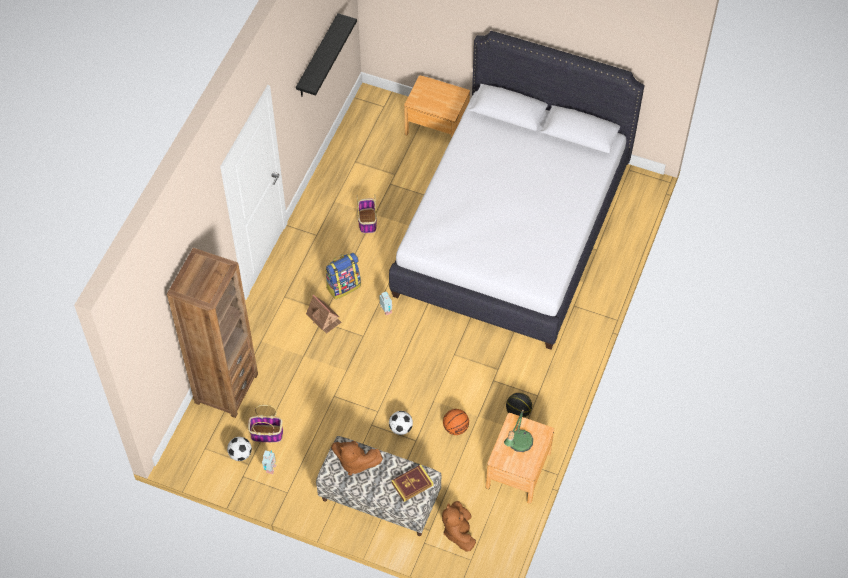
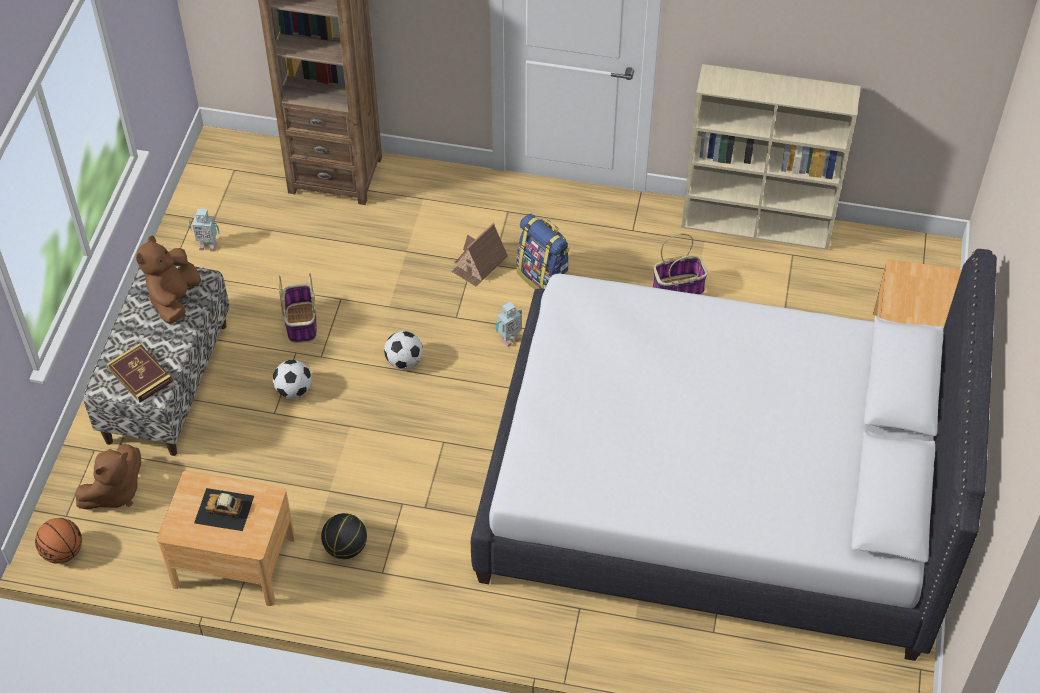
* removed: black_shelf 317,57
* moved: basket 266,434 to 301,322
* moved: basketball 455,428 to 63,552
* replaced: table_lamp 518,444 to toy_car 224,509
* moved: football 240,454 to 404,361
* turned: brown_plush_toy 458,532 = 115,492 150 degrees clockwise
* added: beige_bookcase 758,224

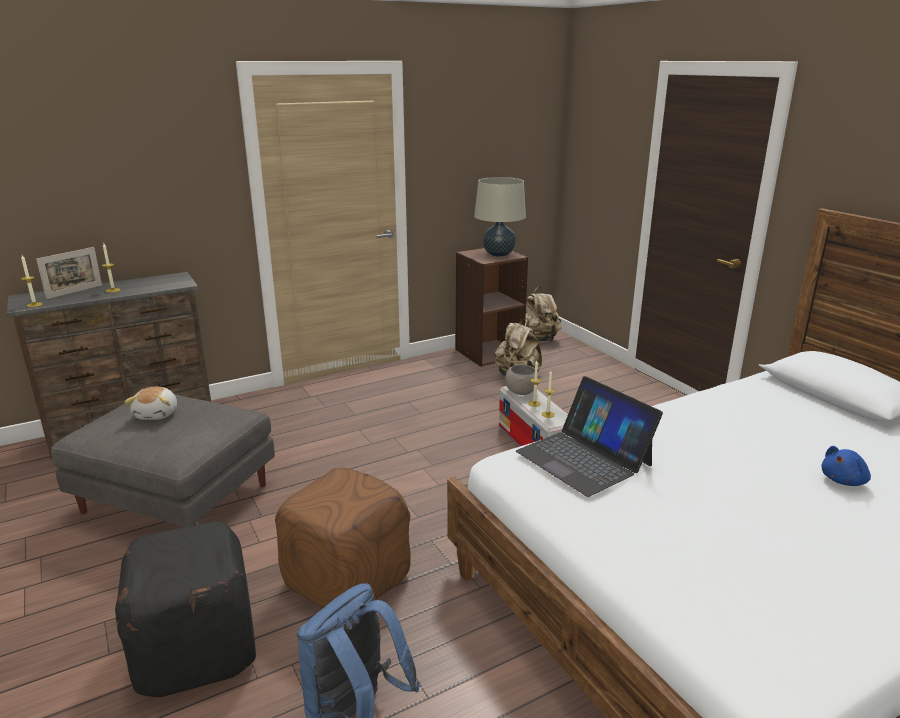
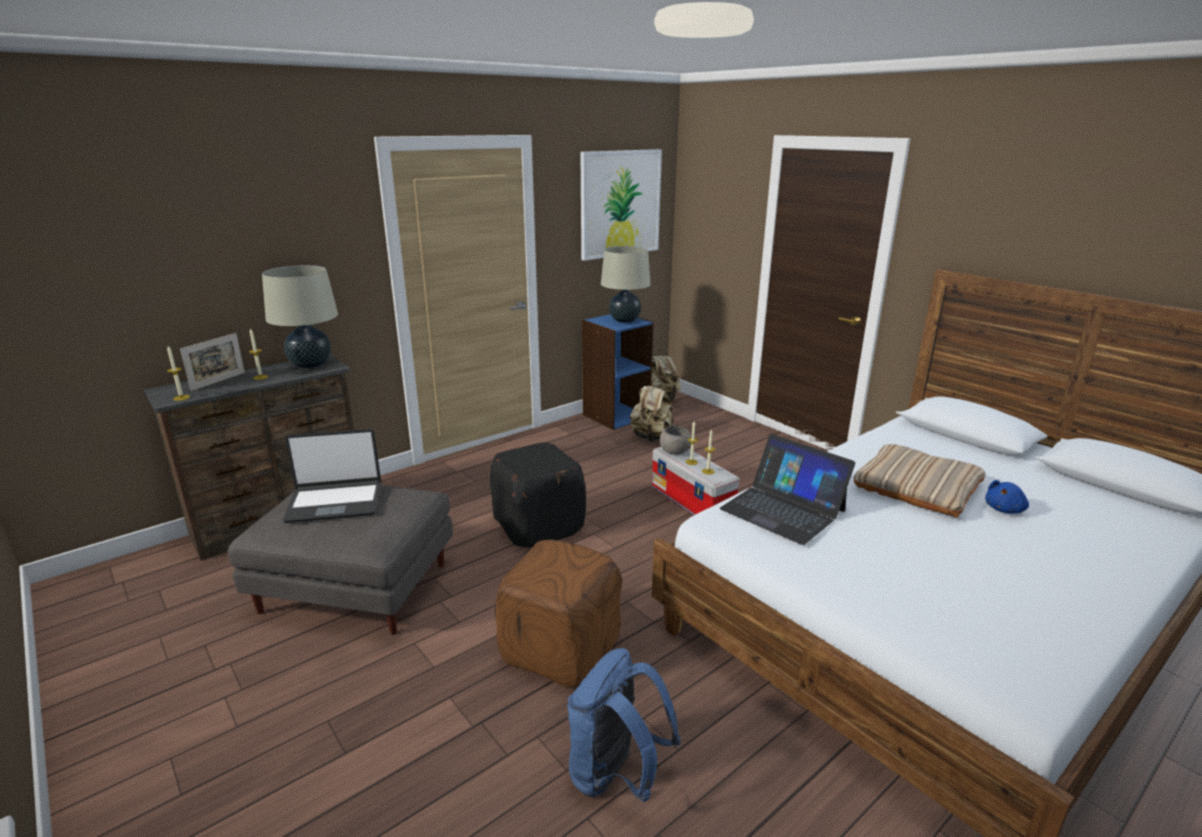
* recoloured: brown_bookcase 488,352 to blue_bookcase 615,415
* replaced: plush_toy 157,414 to laptop 335,502
* moved: black_ottoman 198,647 to 538,525
* added: picture 620,203
* added: beige_table_lamp 311,365
* added: beige_pillow 917,487

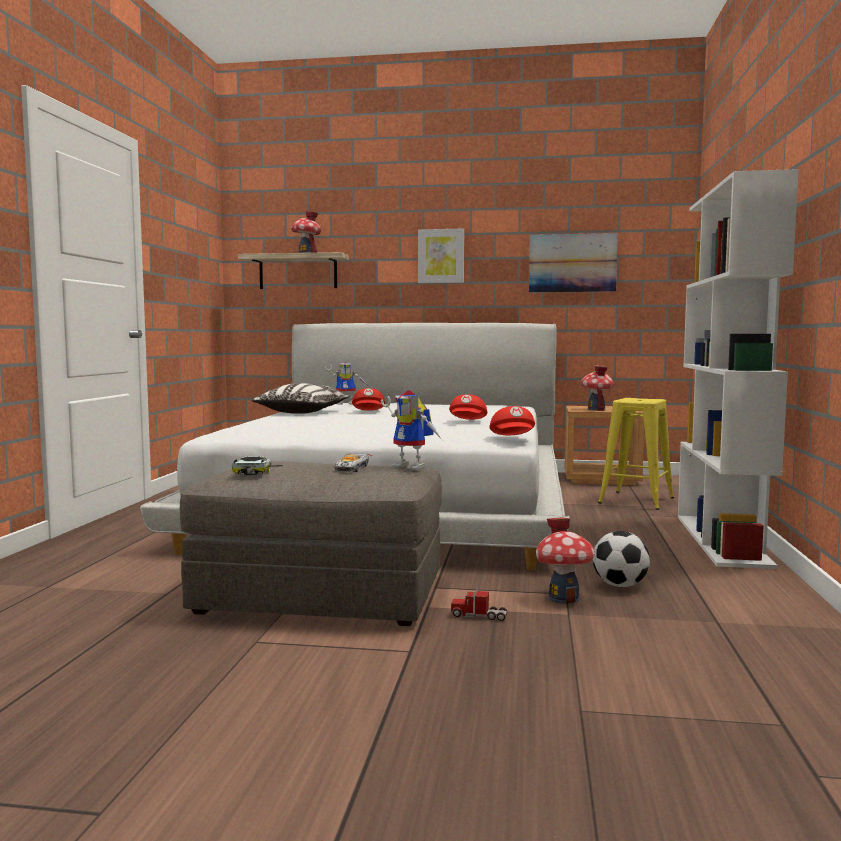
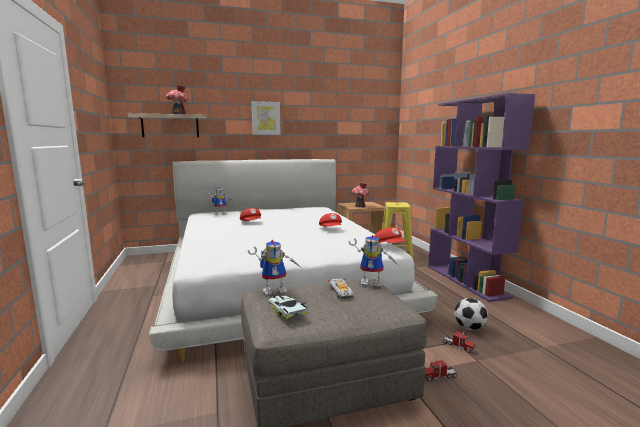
* recoloured: white_bookcase 722,540 to purple_bookcase 466,281
* removed: picture 572,263
* removed: pillow 302,412
* replaced: toy_house 564,598 to toy_truck 458,346
* added: toy_robot 276,290

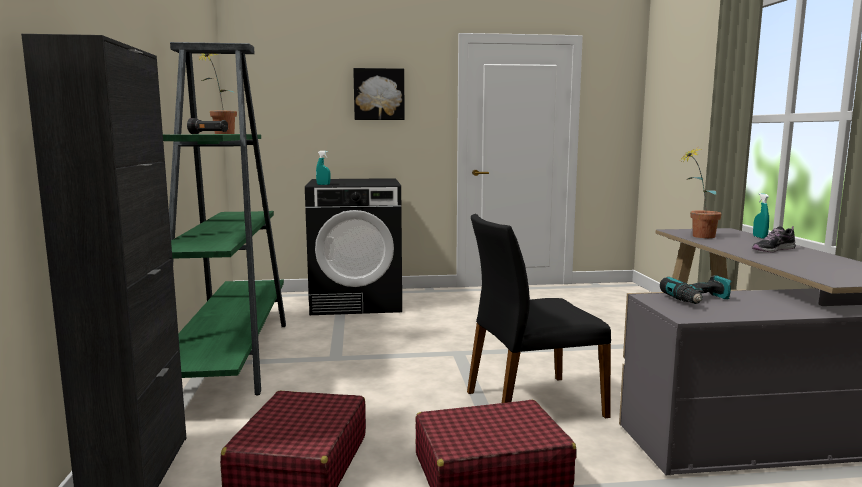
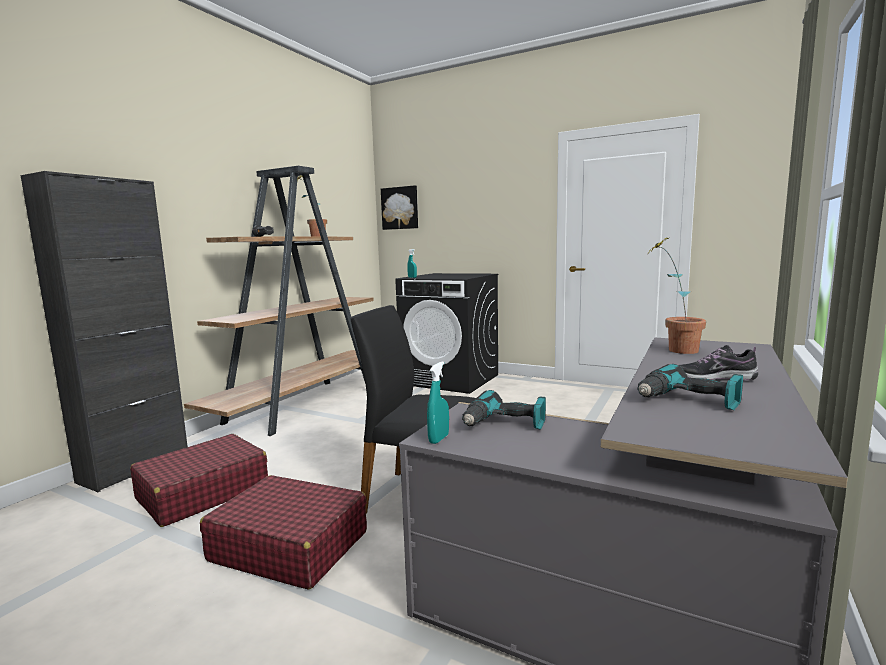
* recoloured: green_bookcase 232,355 to brown_bookcase 305,404
* moved: picture 379,94 to 400,208
* moved: turquoise_spray_bottle 759,237 to 438,439
* added: power_drill 688,401

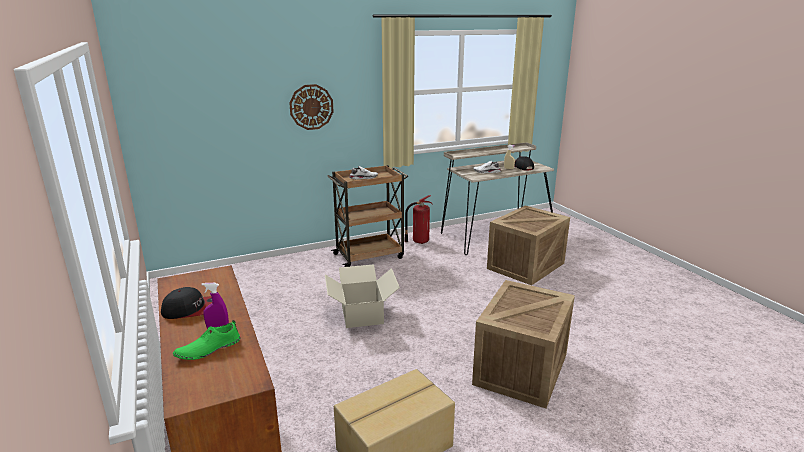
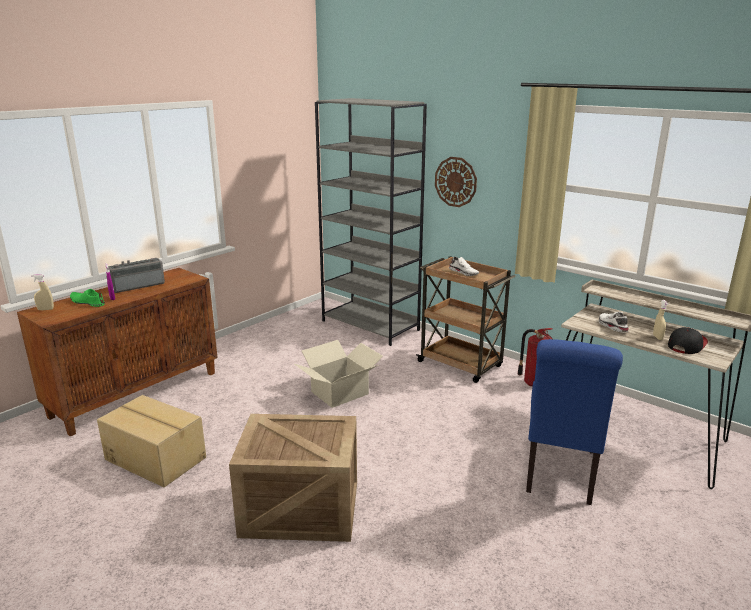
* replaced: crate 526,266 to blue_chair 560,474
* replaced: cap 191,309 to radio 137,286
* added: grey_bookcase 371,325
* added: beige_spray_bottle 45,309

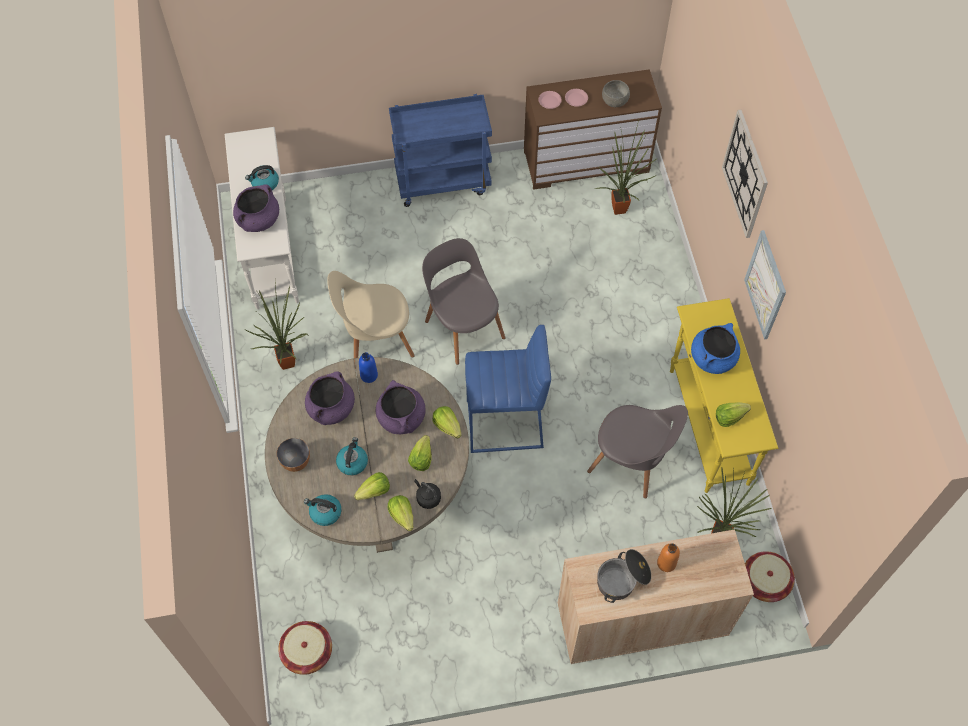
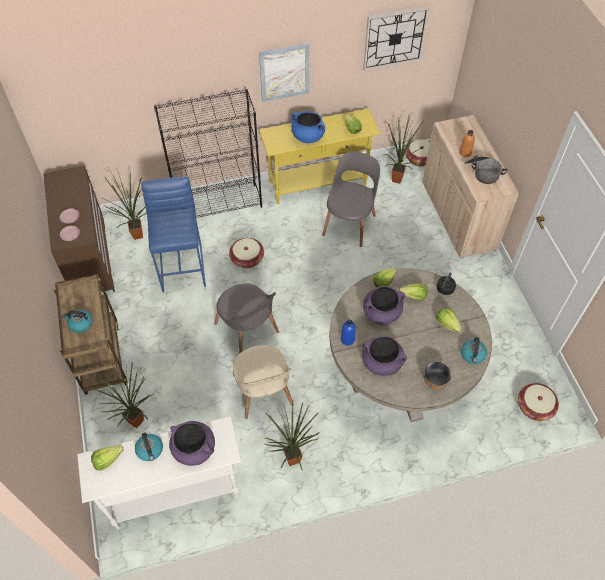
* removed: grey_bowl 614,101
* recoloured: blue_cart 443,181 to brown_cart 101,357
* moved: wall_clock 745,174 to 394,38
* turned: grey_chair 463,326 = 248,330 90 degrees counterclockwise
* moved: blue_stool 505,424 to 183,267
* moved: kettle 352,462 to 80,324
* moved: lettuce 402,515 to 107,460
* added: black_bookcase 219,203
* added: basket 247,258
* added: potted_plant 138,423

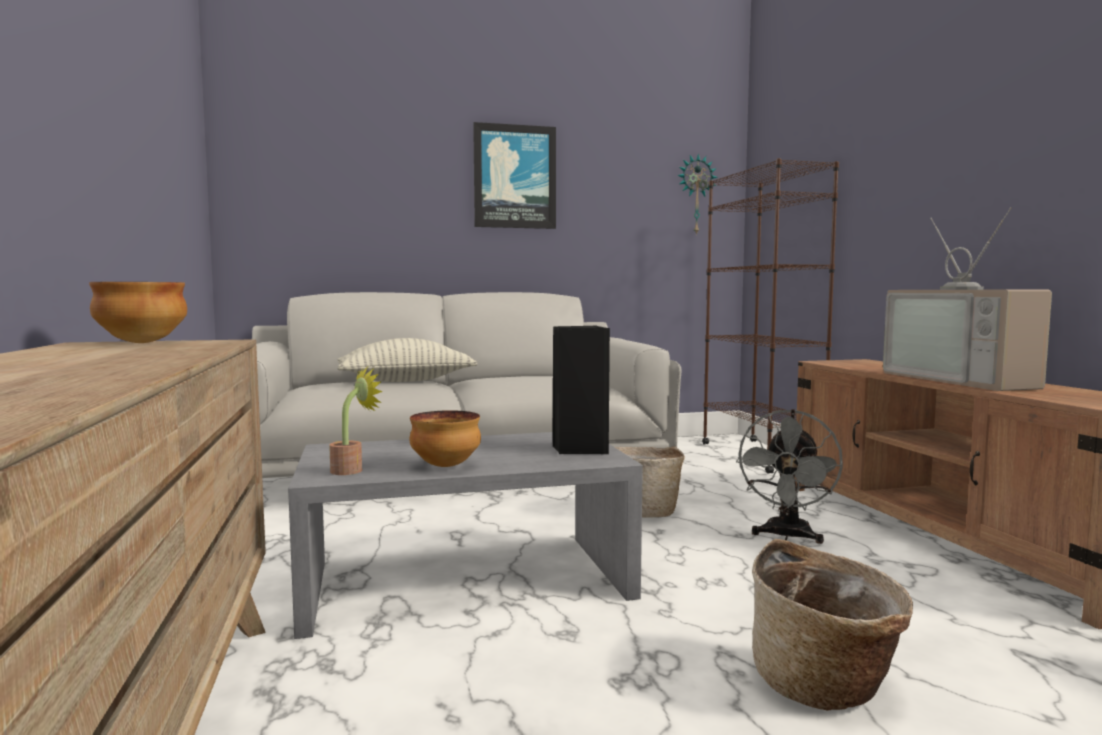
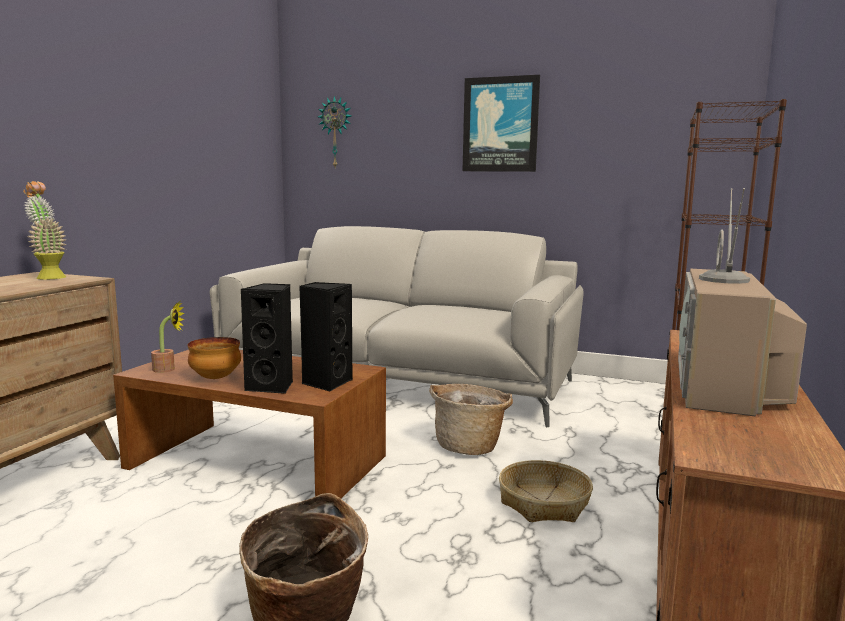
* moved: wall_clock 695,195 to 336,132
* replaced: bowl 141,343 to potted_plant 48,277
* removed: pillow 406,381
* replaced: grey_fan 787,536 to basket 544,503
* recoloured: grey_coffee_table 465,579 to brown_coffee_table 258,461
* added: black_speaker 272,386

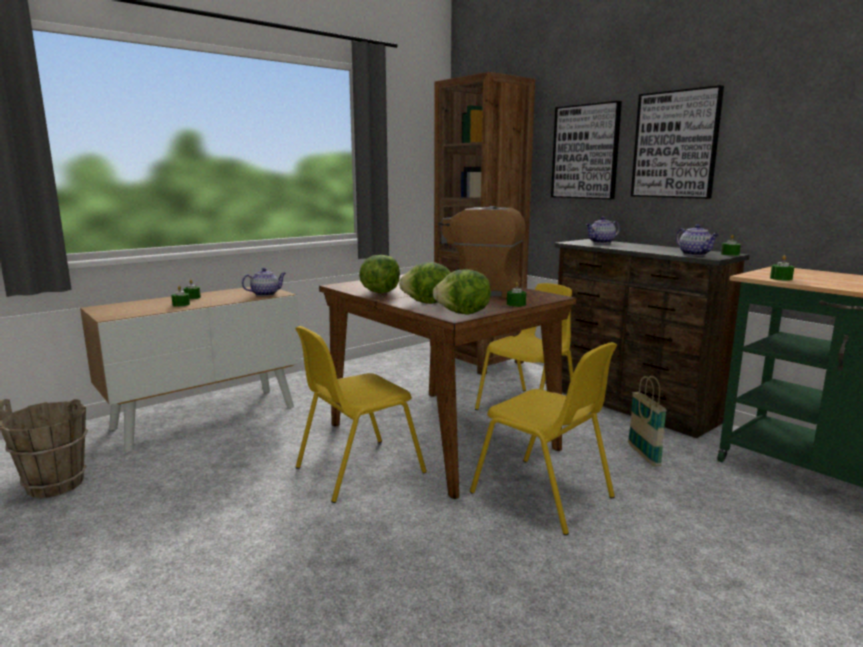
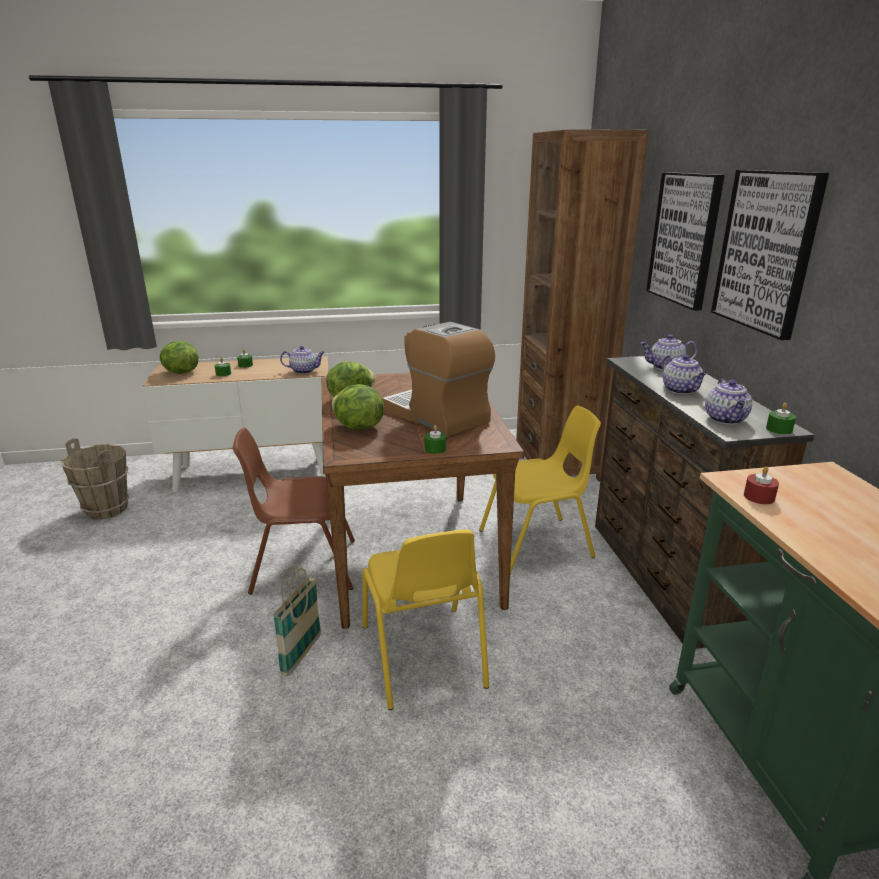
* recoloured: green_candle 781,278 to red_candle 759,497
* moved: lettuce 463,314 to 180,373
* recoloured: yellow_chair 357,470 to brown_chair 302,566
* moved: basket 643,455 to 301,654
* added: teapot 681,390

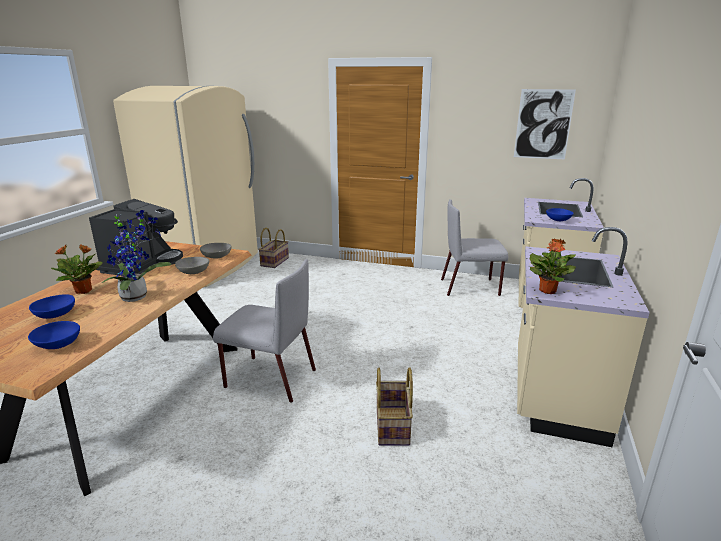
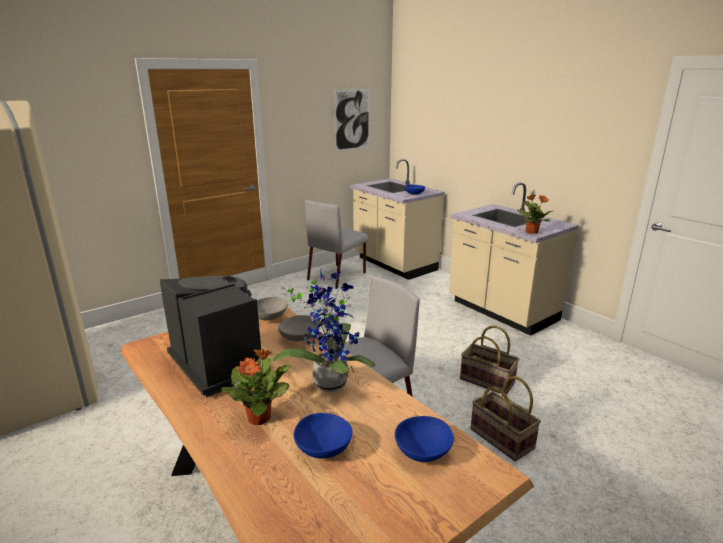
* moved: basket 274,262 to 500,439

